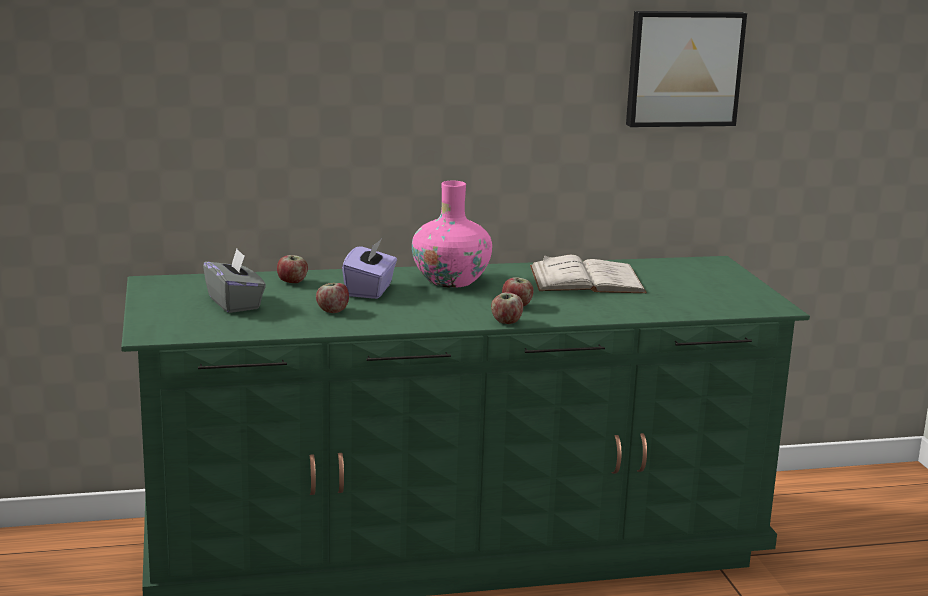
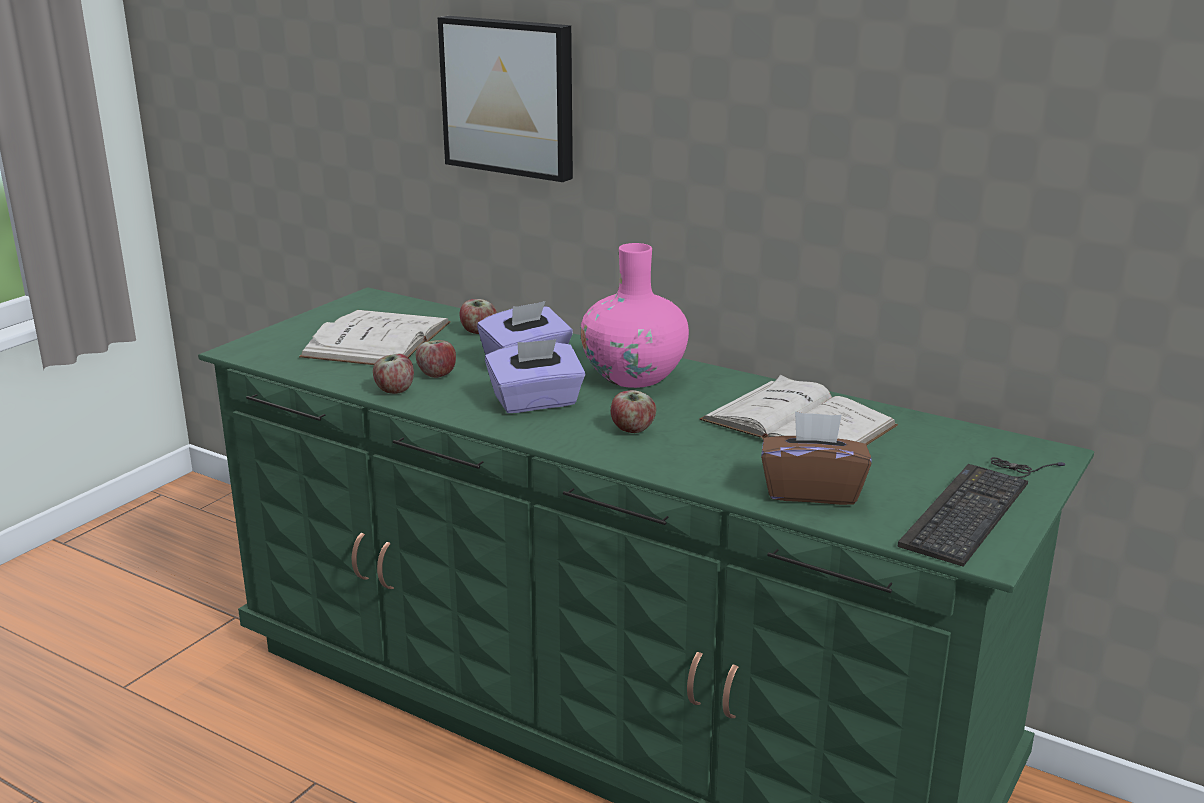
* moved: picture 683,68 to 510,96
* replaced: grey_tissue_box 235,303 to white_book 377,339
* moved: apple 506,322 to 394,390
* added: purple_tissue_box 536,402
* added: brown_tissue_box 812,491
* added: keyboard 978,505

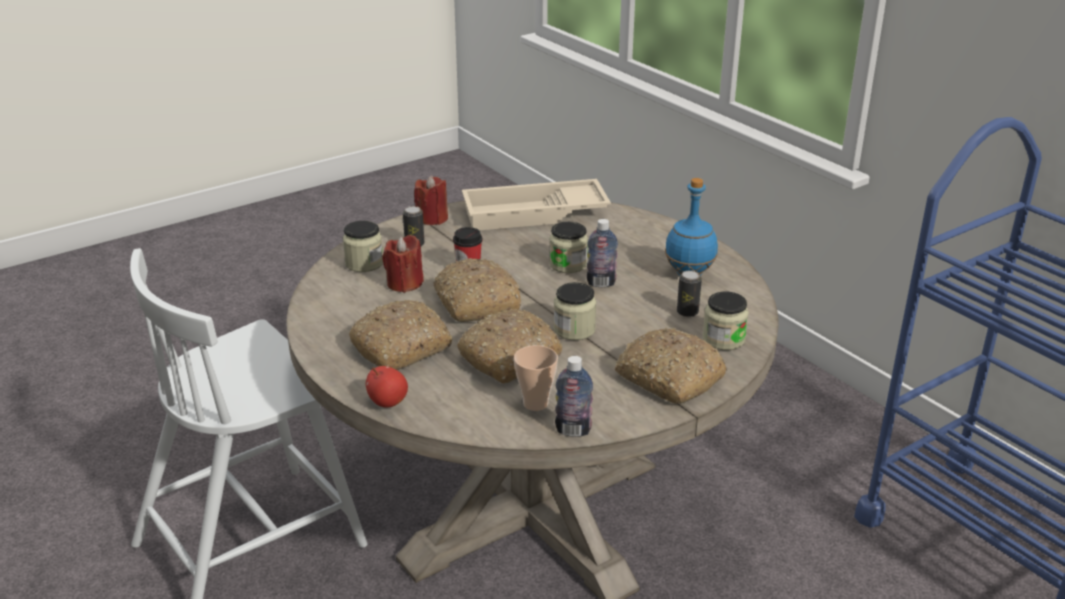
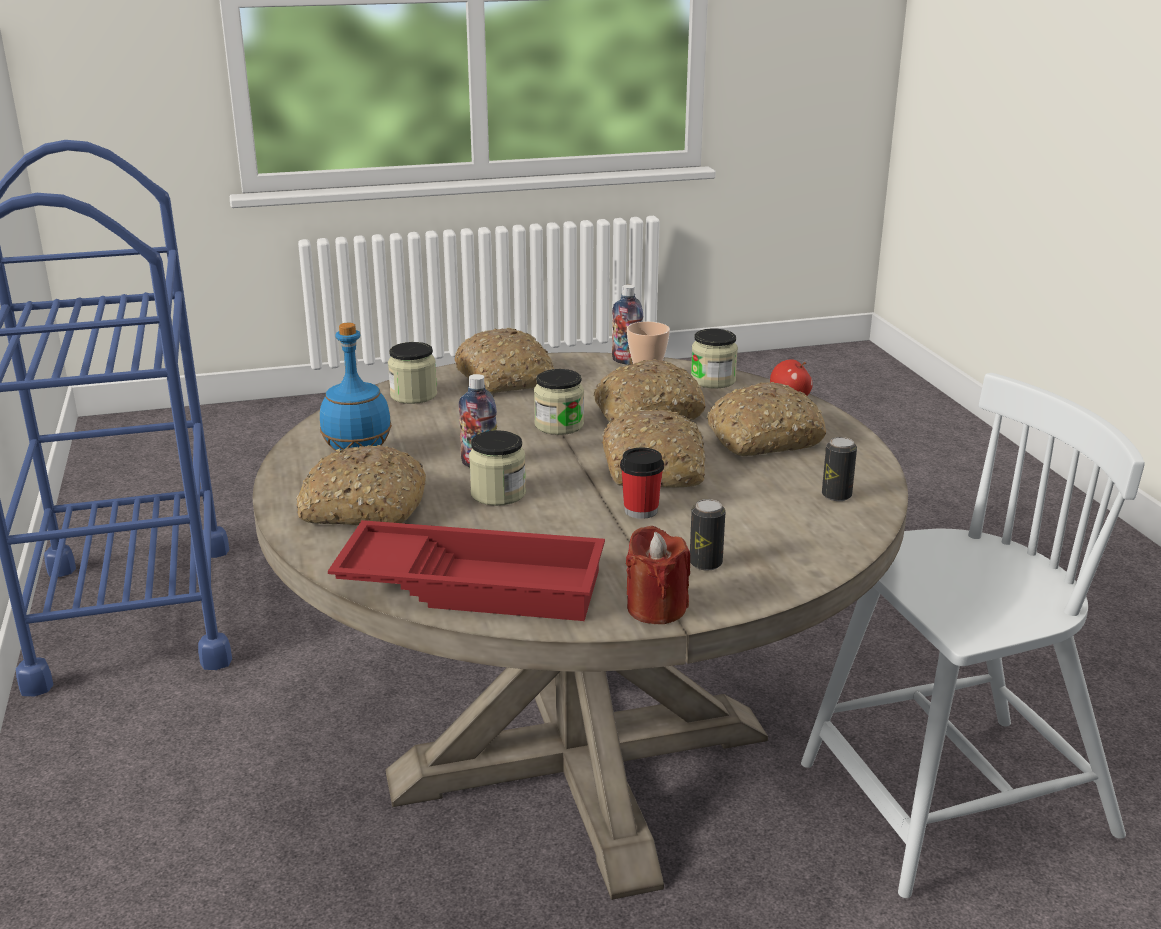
* recoloured: beige_tray 534,214 to red_tray 474,583
* moved: jar 364,263 to 713,380
* removed: red_candle 404,283
* moved: can 687,312 to 836,495
* added: bread 363,507

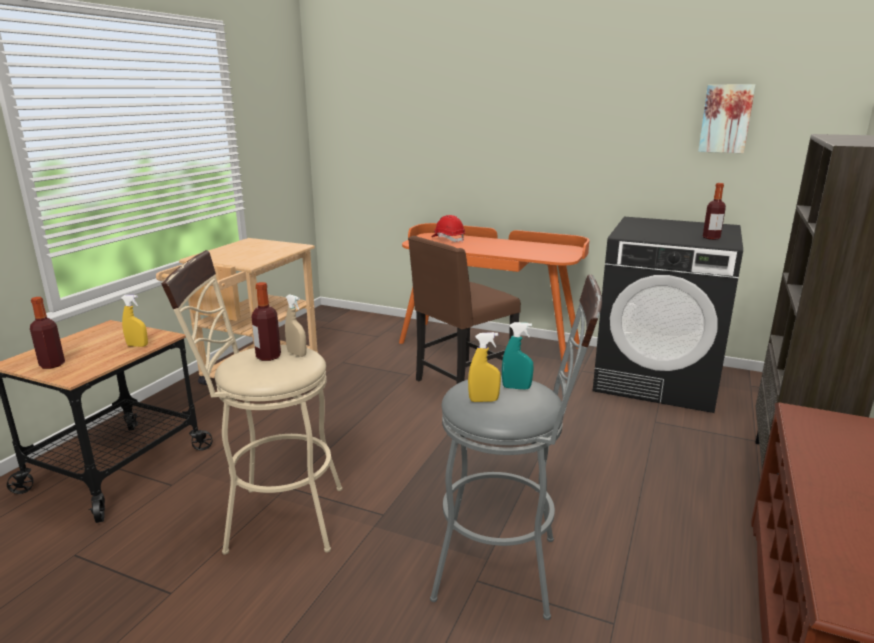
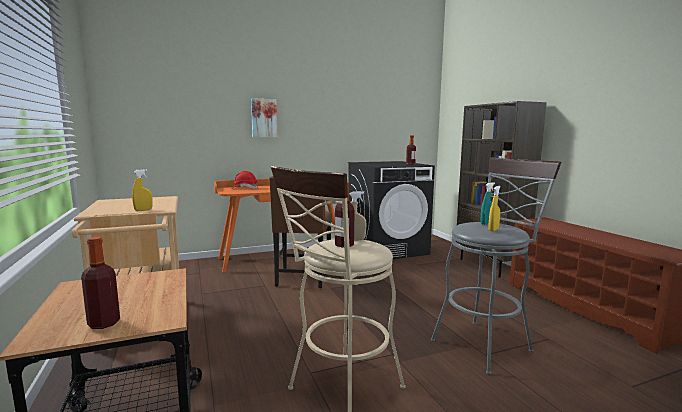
* moved: picture 725,118 to 264,118
* moved: yellow_spray_bottle 137,345 to 143,210

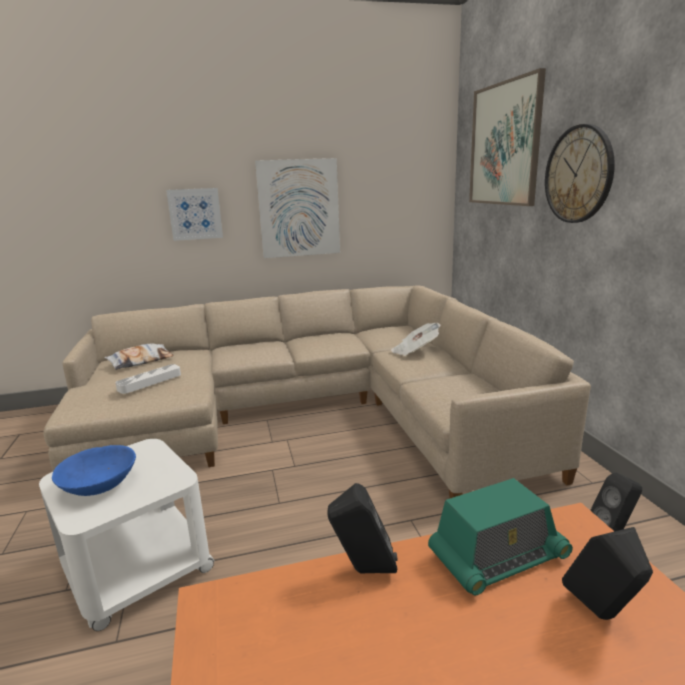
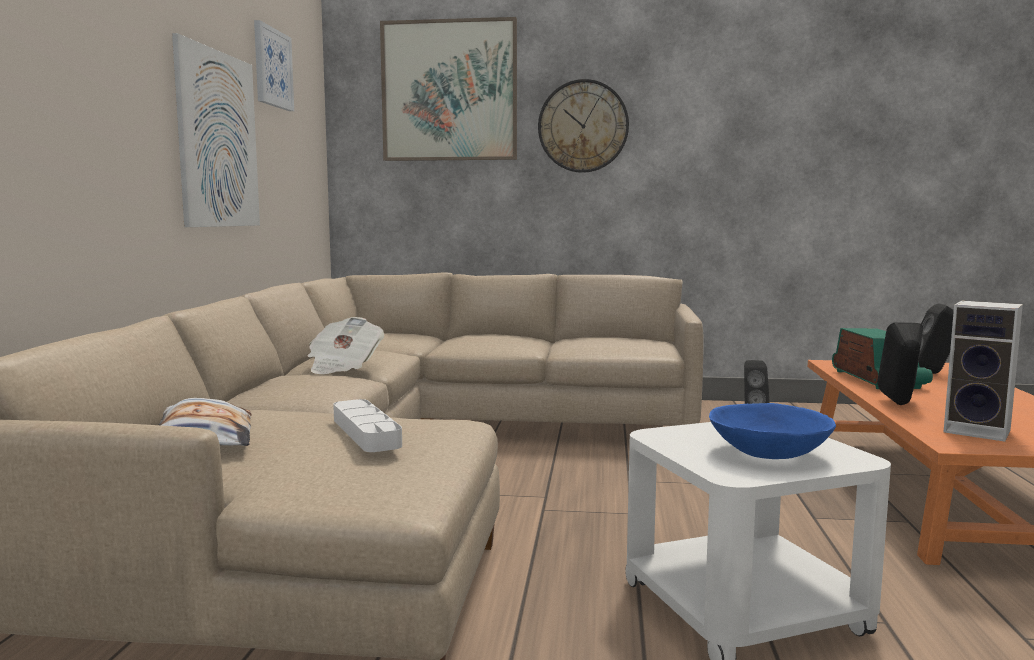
* moved: picture 195,214 to 272,68
* moved: newspaper 415,351 to 343,367
* added: speaker 980,431

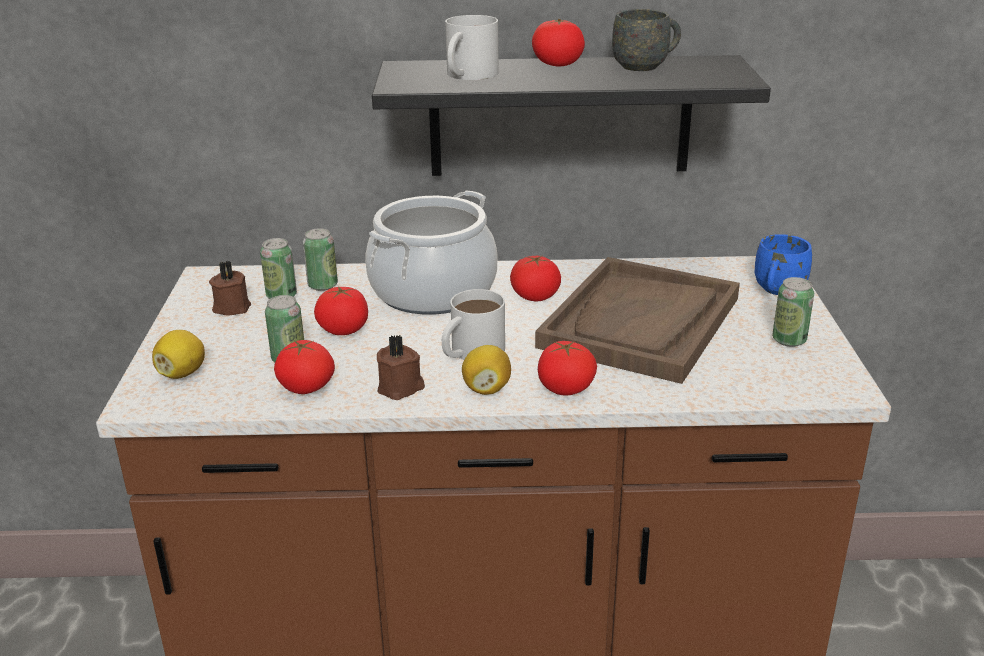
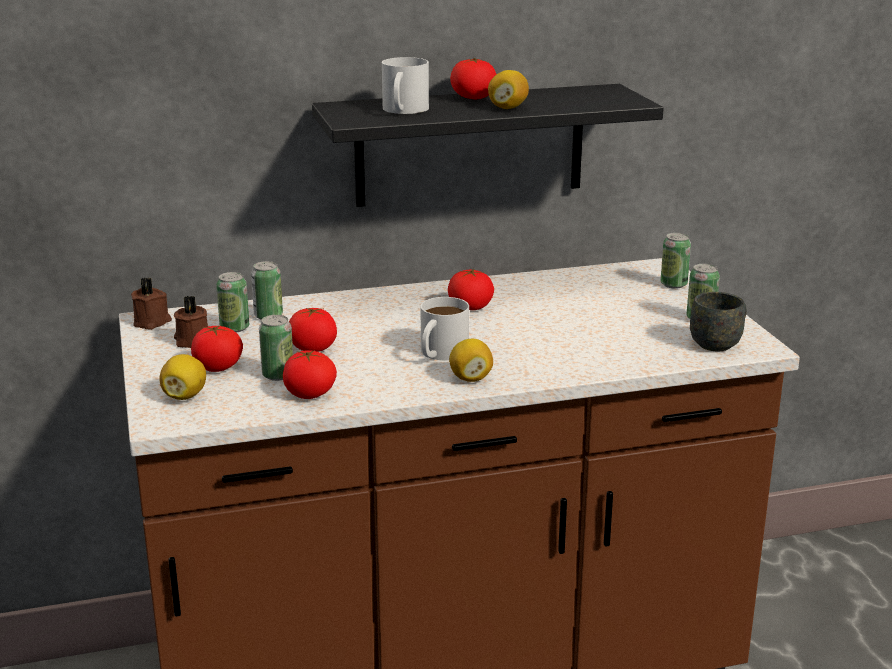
* moved: grey_mug 646,66 to 720,343
* removed: cooking_pot 433,291
* replaced: blue_mug 777,291 to can 673,284
* removed: brown_tray 641,323
* moved: brown_candle 401,388 to 152,322
* moved: tomato 566,388 to 218,367
* added: lemon 508,108

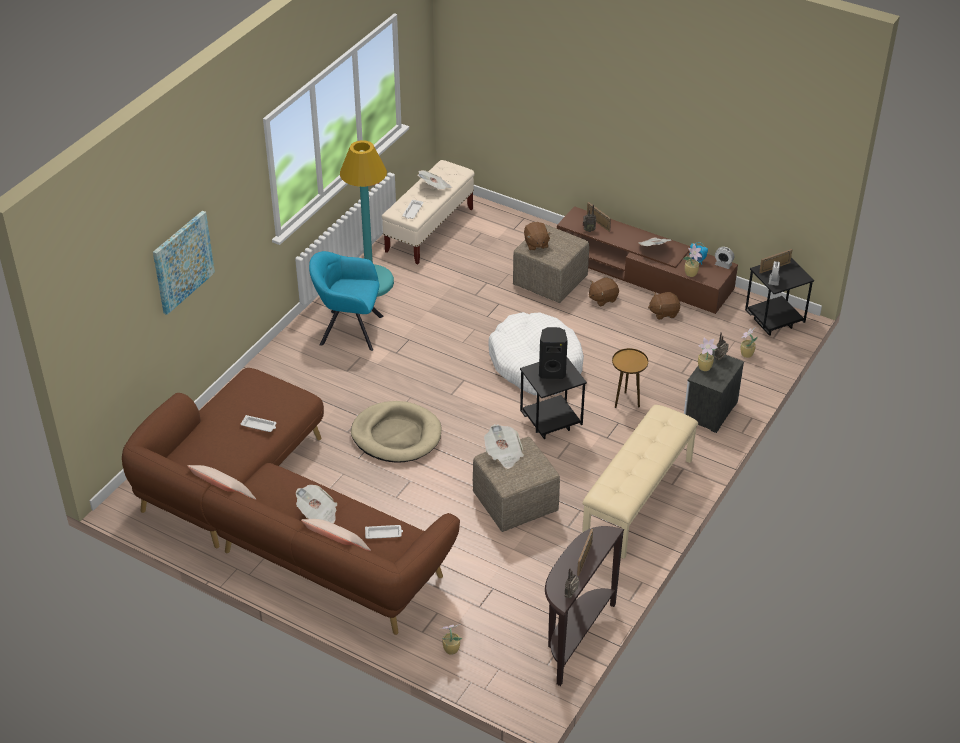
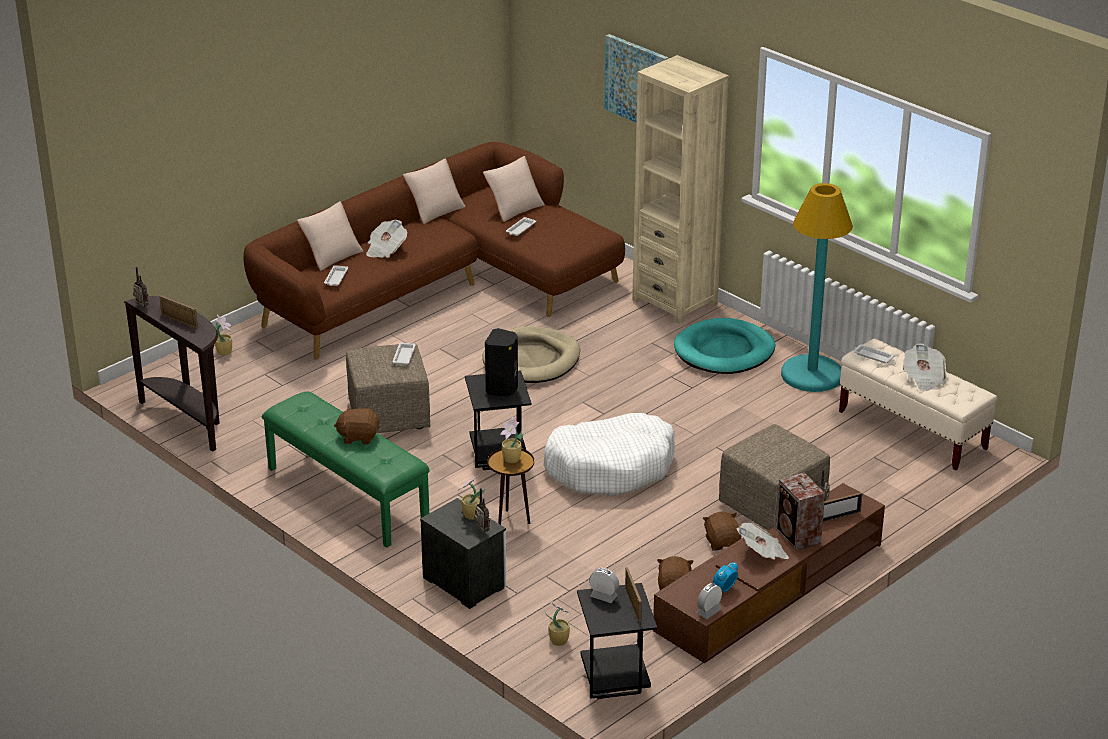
* moved: brown_plush_toy 536,244 to 358,437
* moved: potted_plant 691,273 to 511,460
* replaced: turquoise_armchair 348,330 to turquoise_dog_bed 724,351
* recoloured: beige_bench 639,500 to green_bench 346,496
* replaced: newspaper 503,454 to white_tray 404,356
* added: beige_bookcase 675,302
* added: beige_pillow 514,208
* added: speaker 798,537

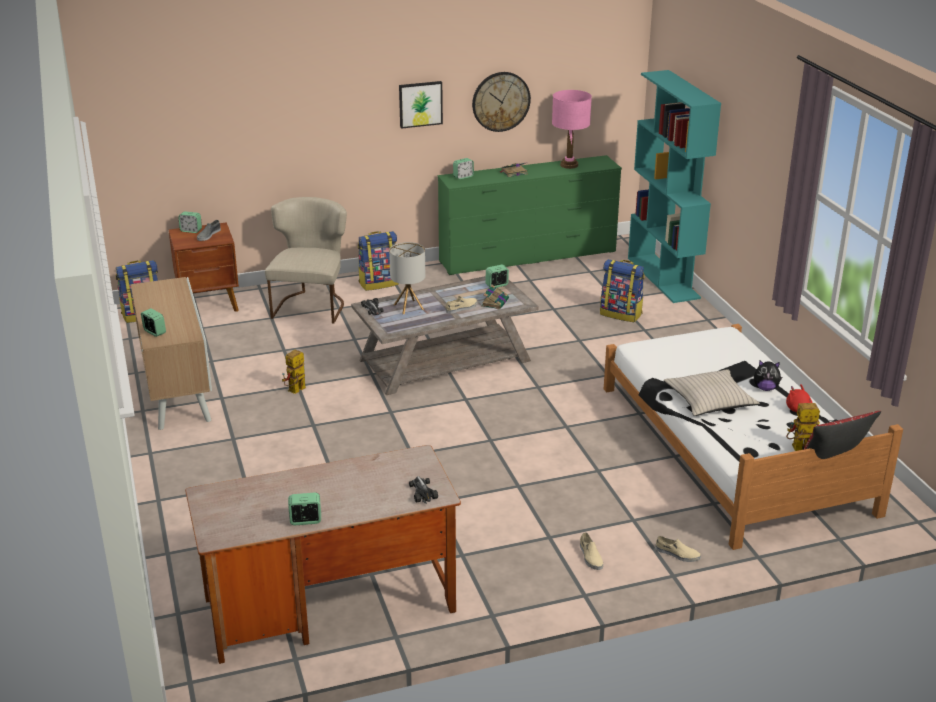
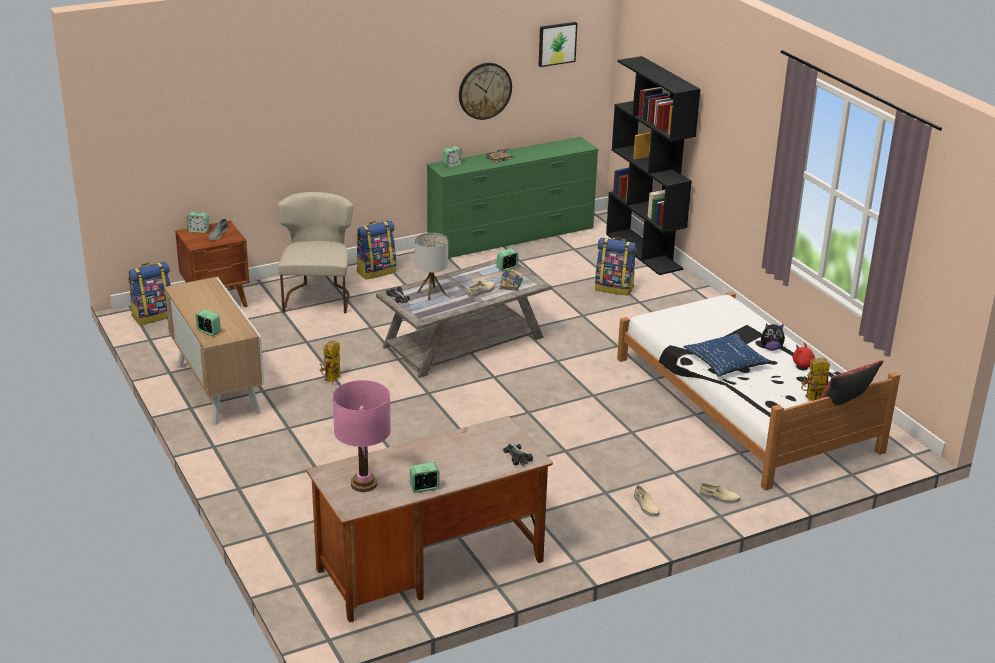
* recoloured: turquoise_bookcase 664,278 to black_bookcase 644,251
* moved: picture 420,104 to 556,43
* moved: pink_table_lamp 569,165 to 363,484
* recoloured: beige_pillow 710,401 to blue_pillow 726,362

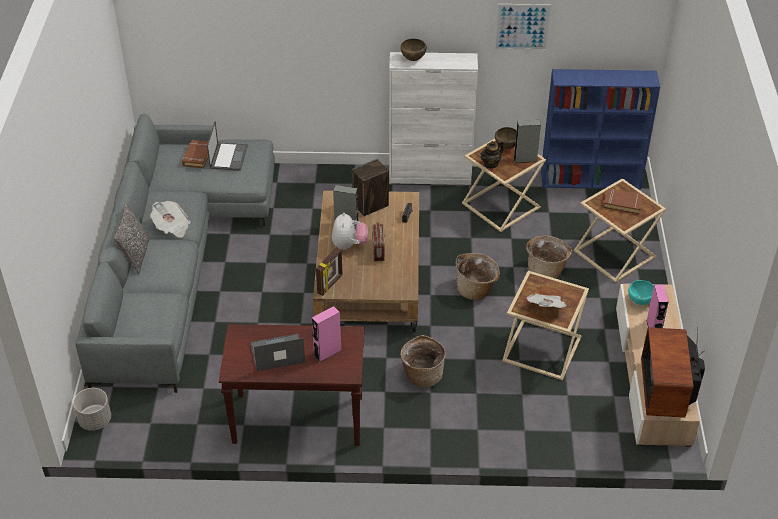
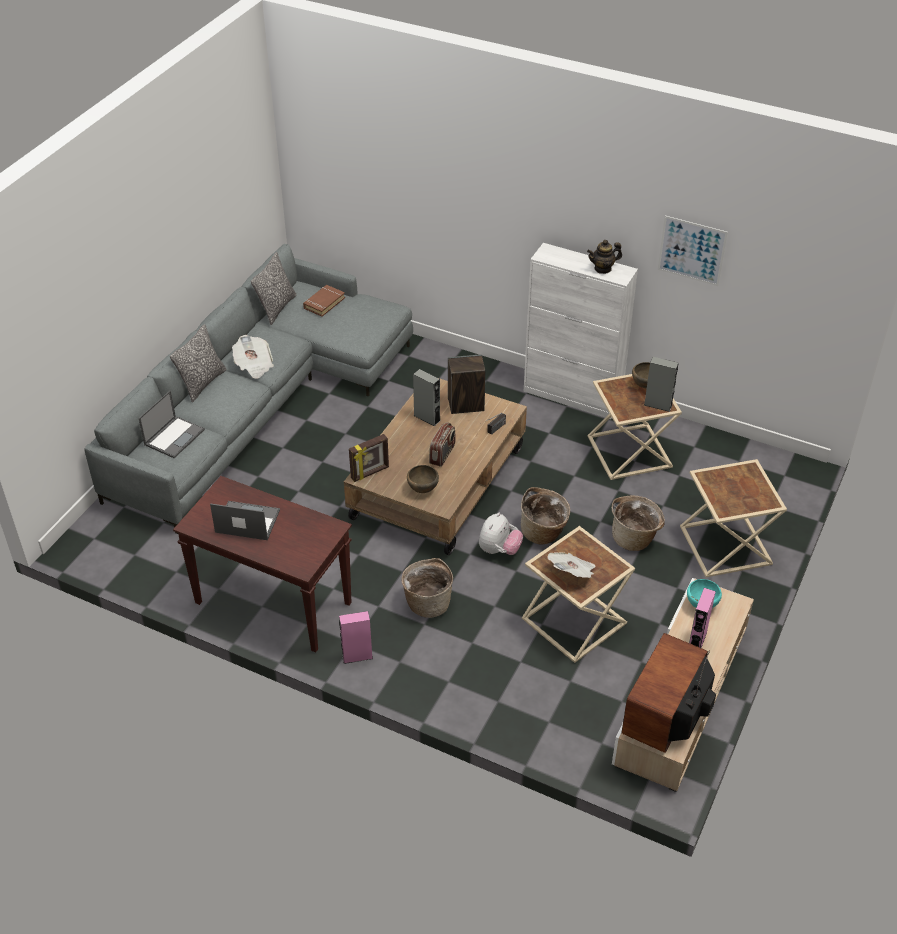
* moved: brown_bowl 413,59 to 422,490
* removed: blue_bookcase 591,179
* moved: laptop 228,156 to 174,437
* moved: teapot 491,164 to 603,268
* removed: brown_book 623,203
* moved: plush_toy 349,245 to 499,550
* moved: pink_speaker 327,353 to 357,656
* removed: grey_planter 95,420
* added: pillow 276,308

